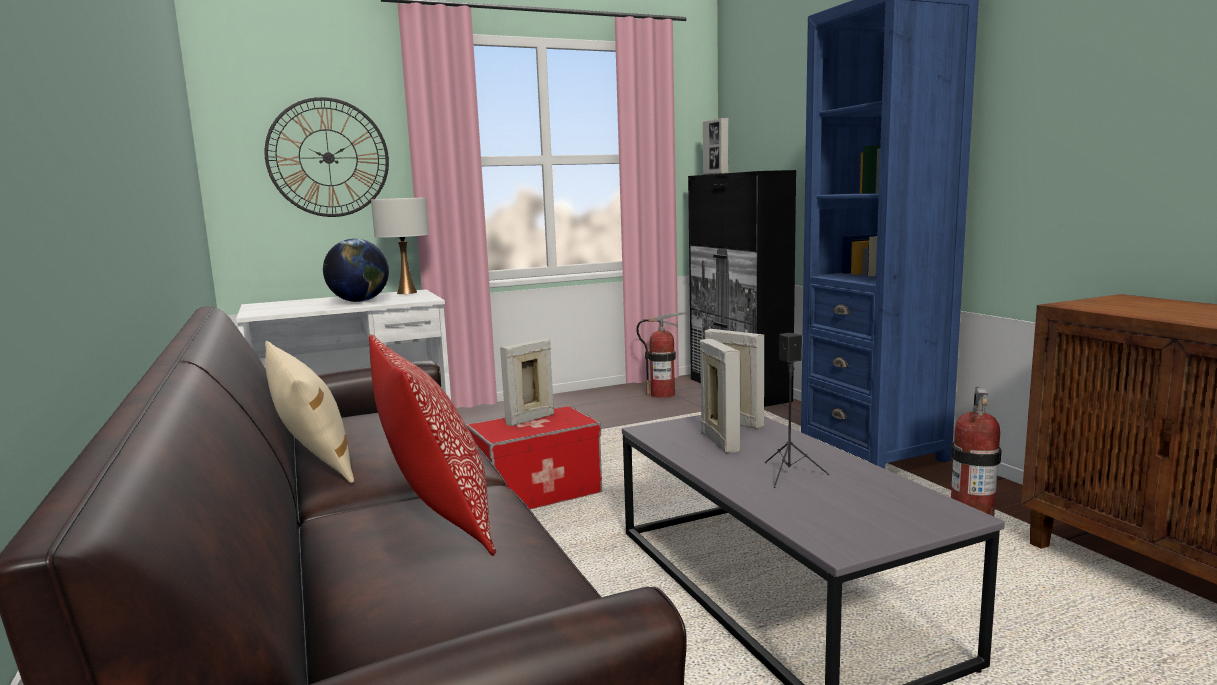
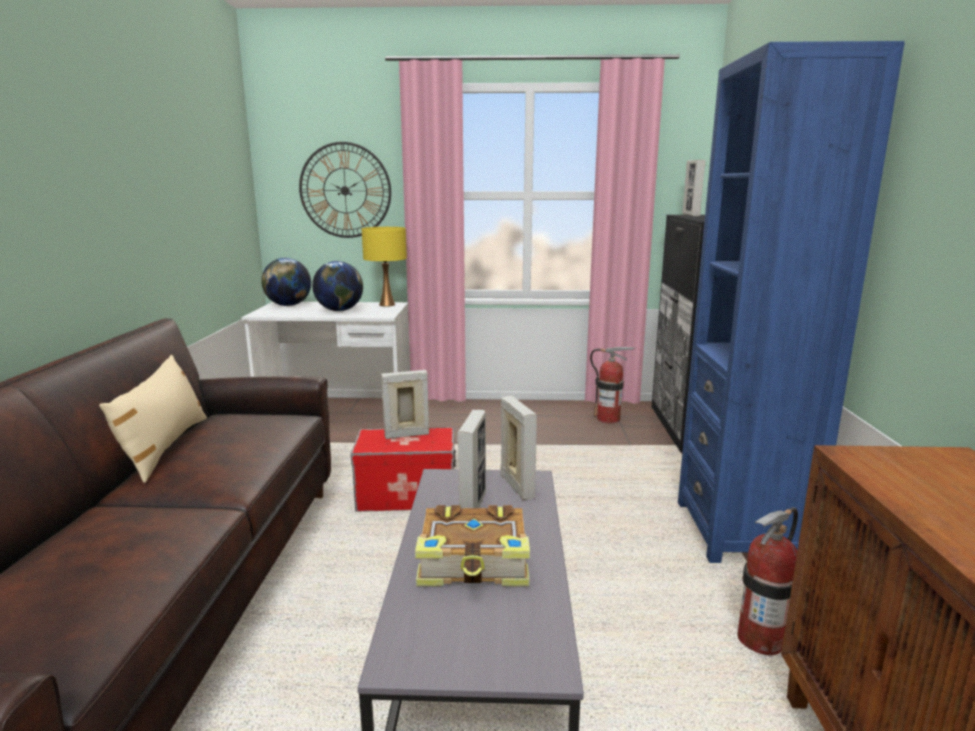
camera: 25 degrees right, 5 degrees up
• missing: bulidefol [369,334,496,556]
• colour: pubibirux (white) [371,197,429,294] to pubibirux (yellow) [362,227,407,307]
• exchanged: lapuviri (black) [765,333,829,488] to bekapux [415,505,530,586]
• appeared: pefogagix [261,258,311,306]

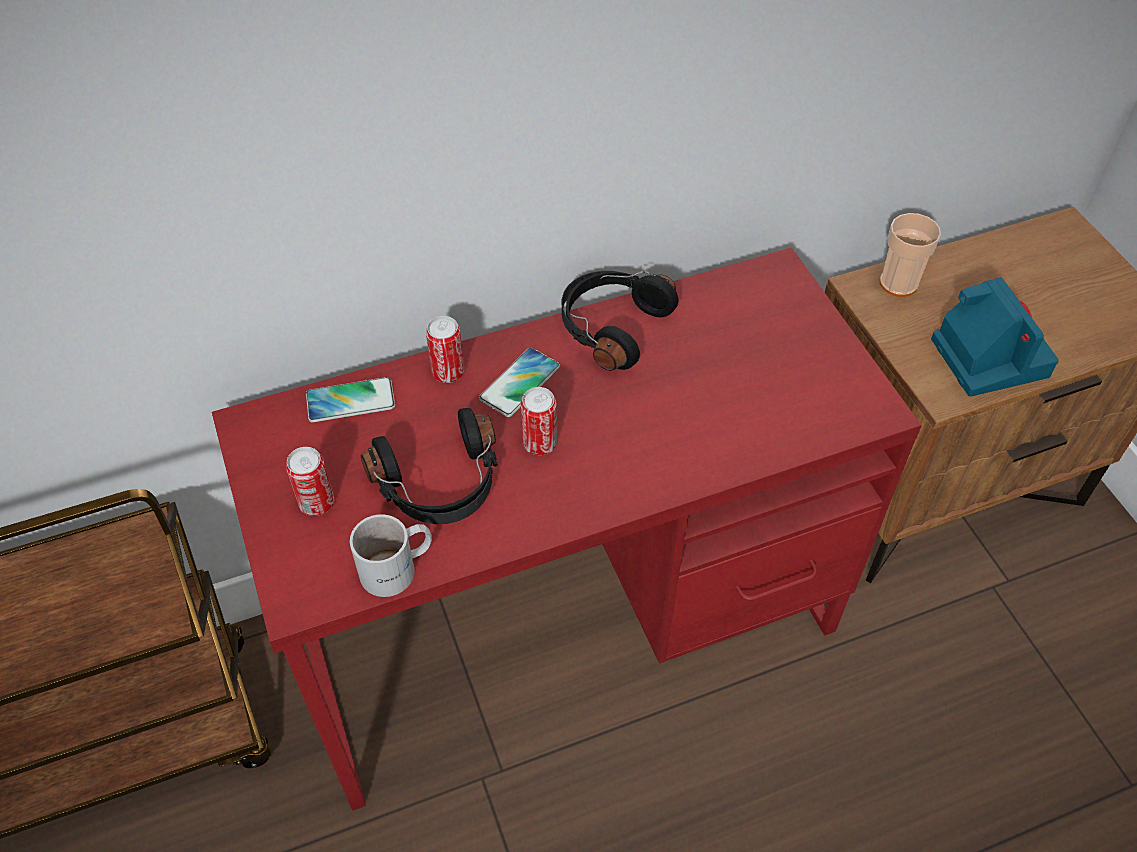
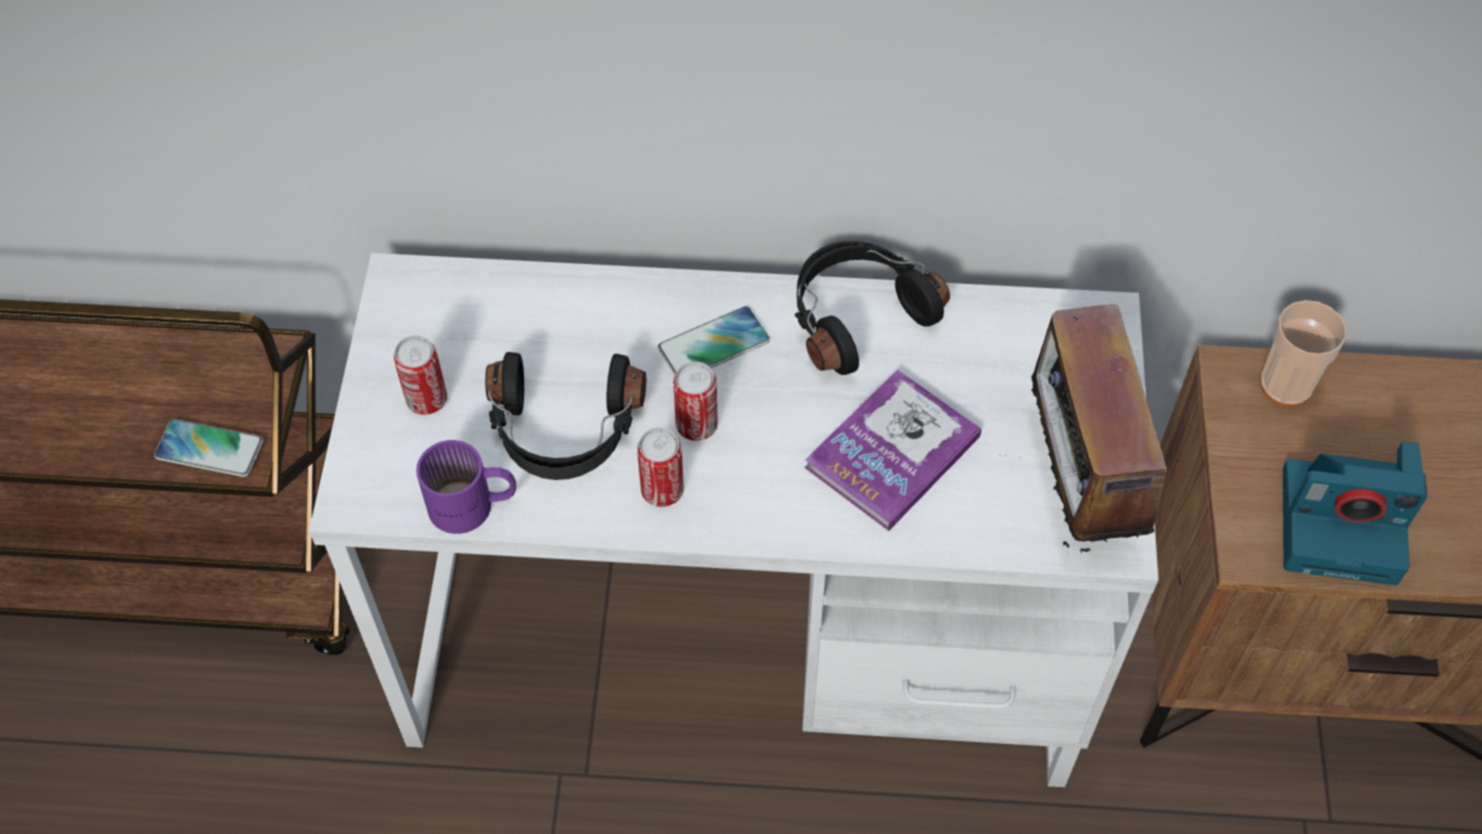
camera: 25 degrees right, 5 degrees up
• colour: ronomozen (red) [212,248,922,811] to ronomozen (white) [309,253,1159,787]
• relocated: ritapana [306,377,395,423] to [154,419,263,477]
• colour: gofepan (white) [350,514,432,597] to gofepan (purple) [416,440,516,534]
• relocated: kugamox [426,316,464,383] to [637,427,684,507]
• spun: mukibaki [931,278,1059,397] = [1283,441,1427,585] 90 degrees clockwise
• appeared: bekapux [805,369,982,531]
• appeared: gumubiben [1005,304,1179,553]

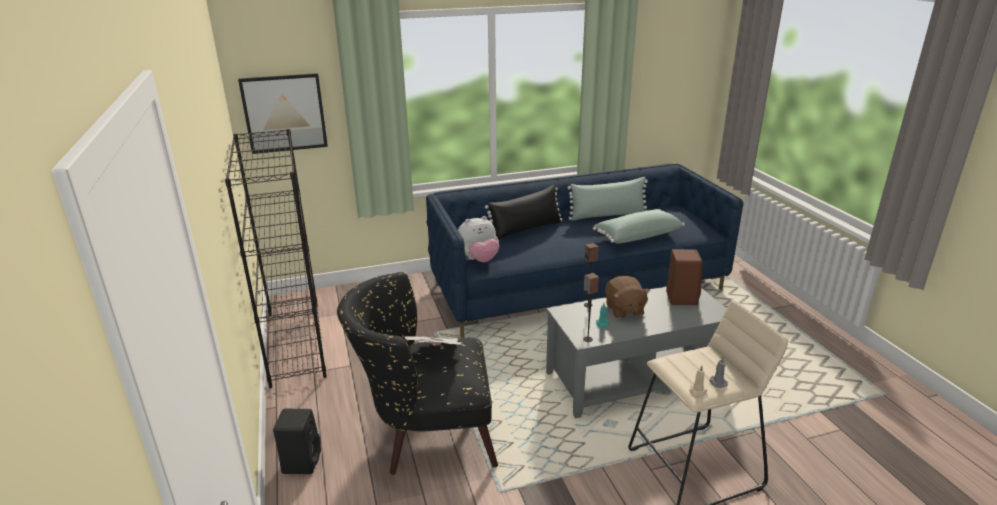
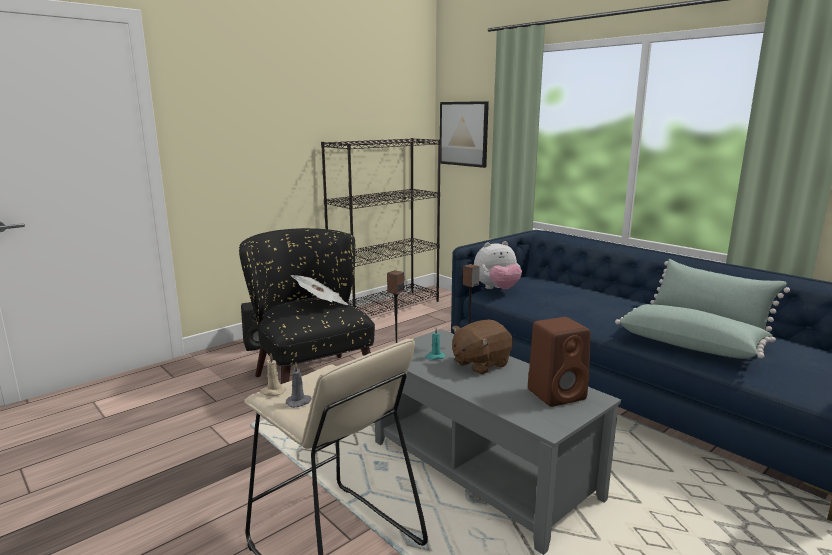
camera: 65 degrees right, 10 degrees down
• spun: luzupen [458,216,499,262] = [474,241,522,289] 60 degrees counterclockwise
• missing: bulidefol (black) [485,184,563,240]

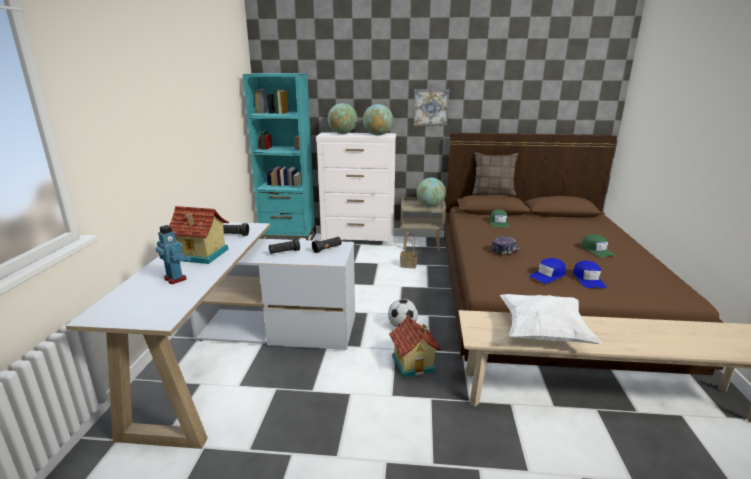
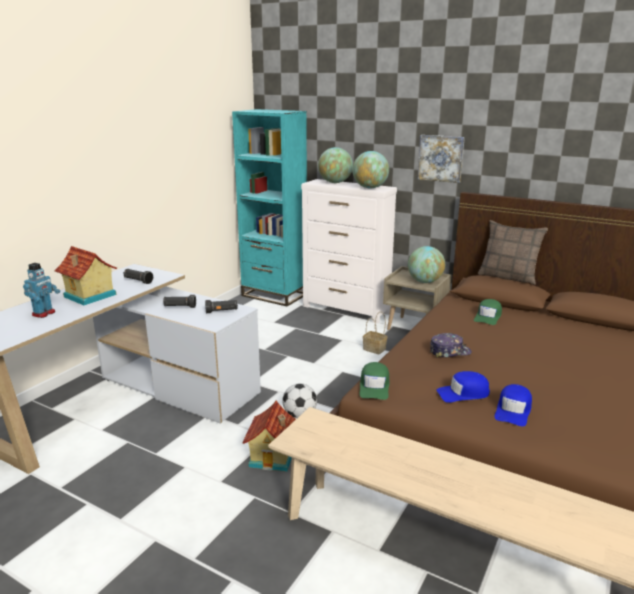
camera: 25 degrees right, 0 degrees up
• spun: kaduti [156,225,191,284] = [23,263,60,318] 45 degrees clockwise
• missing: bulidefol (white) [500,294,602,344]
• relocated: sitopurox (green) [581,235,616,258] to [359,362,390,400]

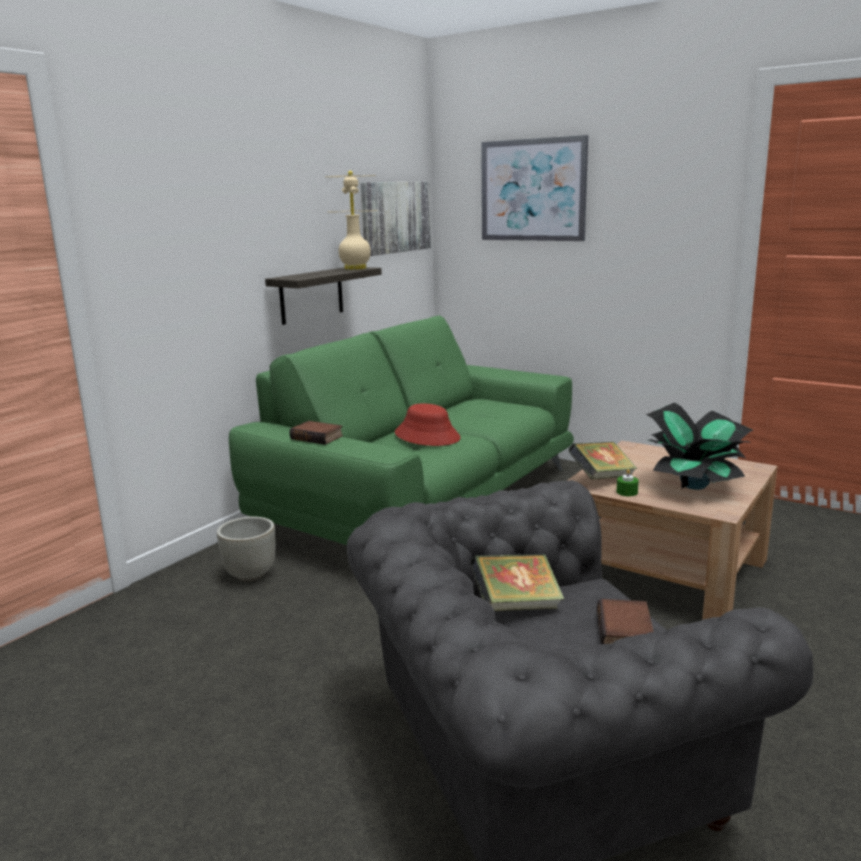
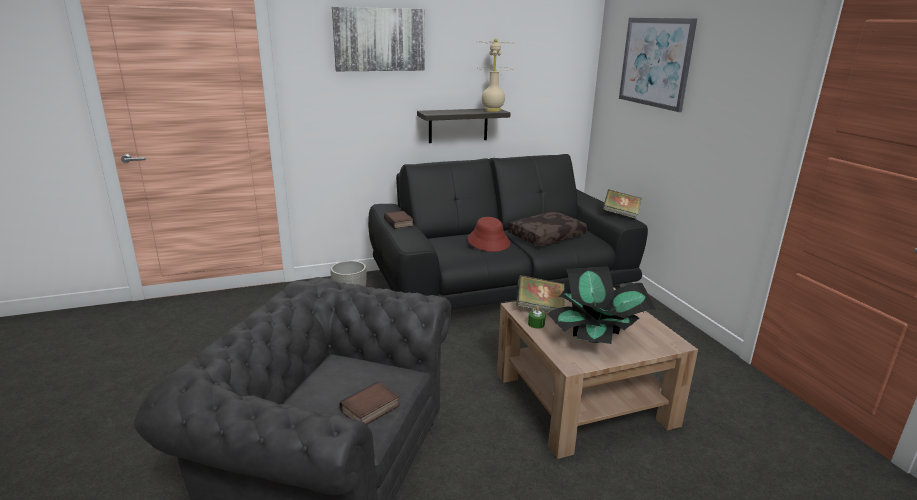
camera: 35 degrees right, 5 degrees up
• colour: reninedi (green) [229,315,574,545] to reninedi (black) [368,154,648,310]
• relocated: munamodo [361,181,431,256] to [332,7,425,71]
• relocated: bekapux [470,554,564,611] to [603,189,642,219]
• appeared: bulidefol (brown) [508,212,587,246]

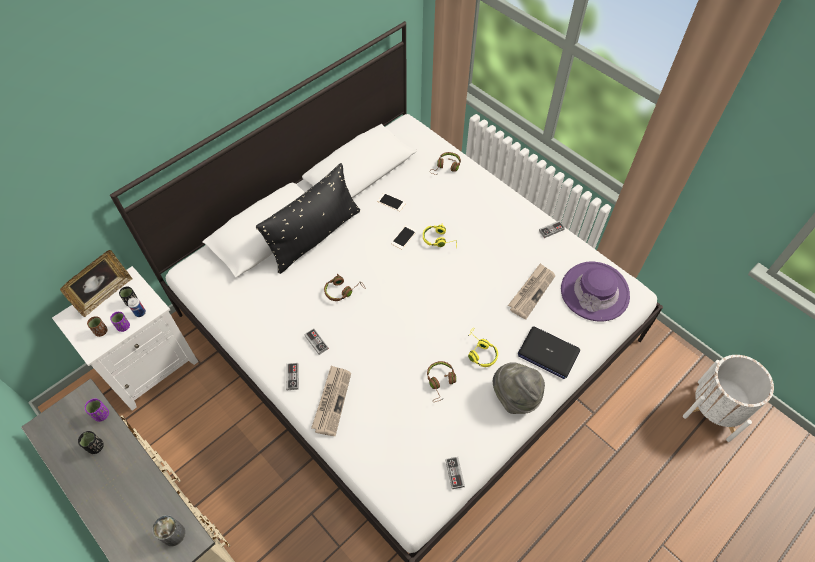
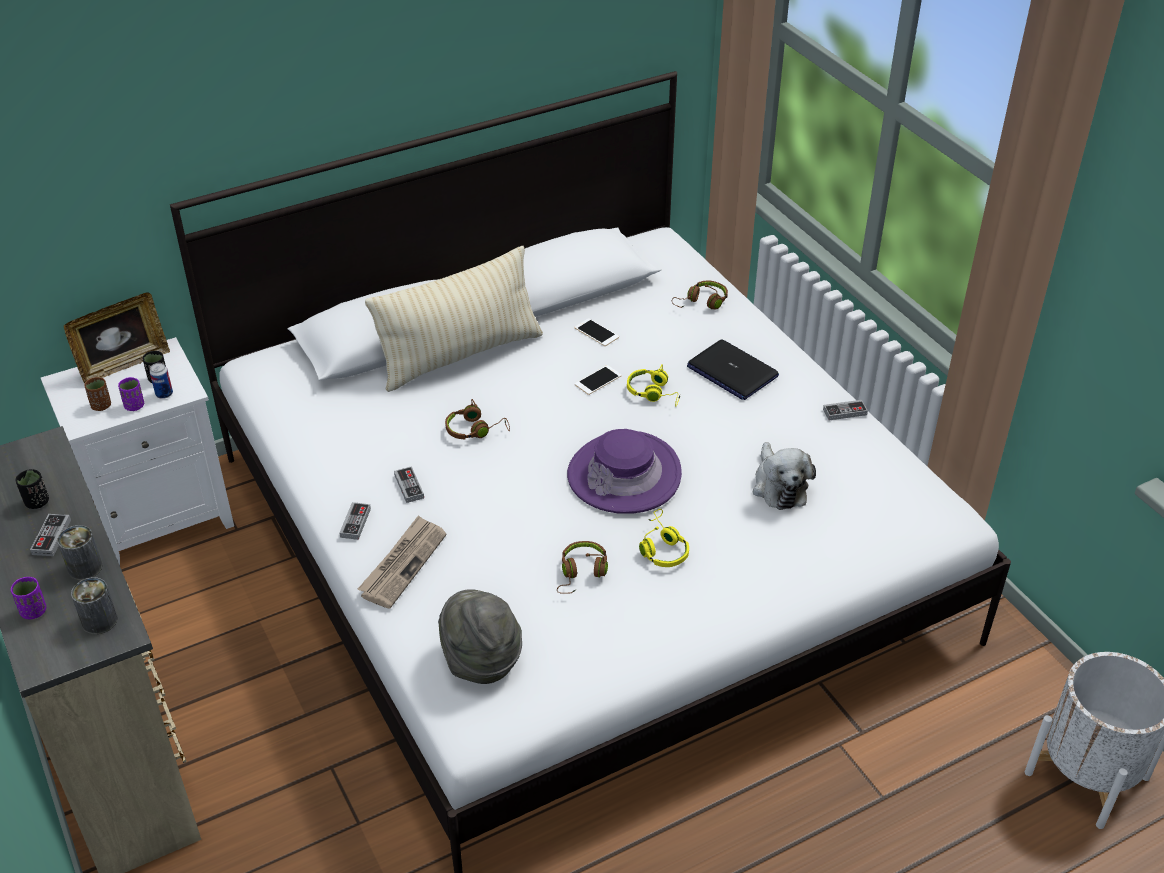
camera: 15 degrees right, 15 degrees down
• relocated: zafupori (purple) [85,398,109,422] to [11,577,46,619]
• colour: bulidefol (black) [256,163,360,274] to bulidefol (beige) [365,246,543,392]
• relocated: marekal [446,457,465,489] to [30,514,71,556]
• relocated: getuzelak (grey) [493,362,545,414] to [438,589,522,684]
• exchanged: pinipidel [508,263,555,319] to luzupen [753,442,816,510]
• relocated: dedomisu [518,326,580,379] to [687,339,779,400]
• relocated: getuzelak (purple) [561,262,630,322] to [567,429,682,514]
• appeared: kugamox [57,525,102,580]

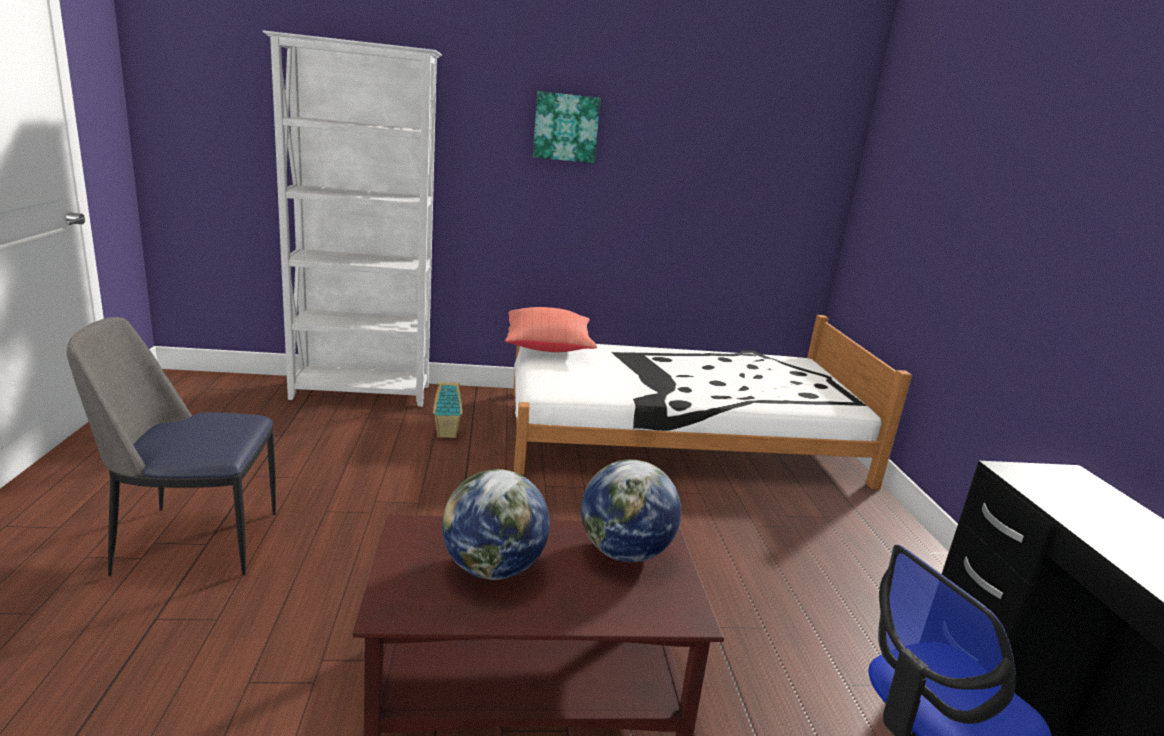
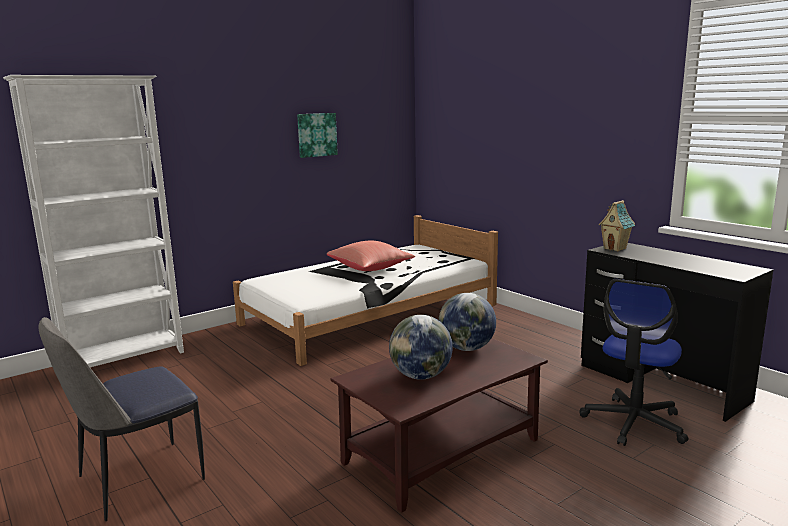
camera: 30 degrees left, 5 degrees down
• relocated: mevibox [433,382,463,438] to [599,200,635,252]
• relocated: bulidefol (red) [505,307,597,352] to [327,241,415,271]
• relocated: munamodo [533,91,601,163] to [297,113,338,158]

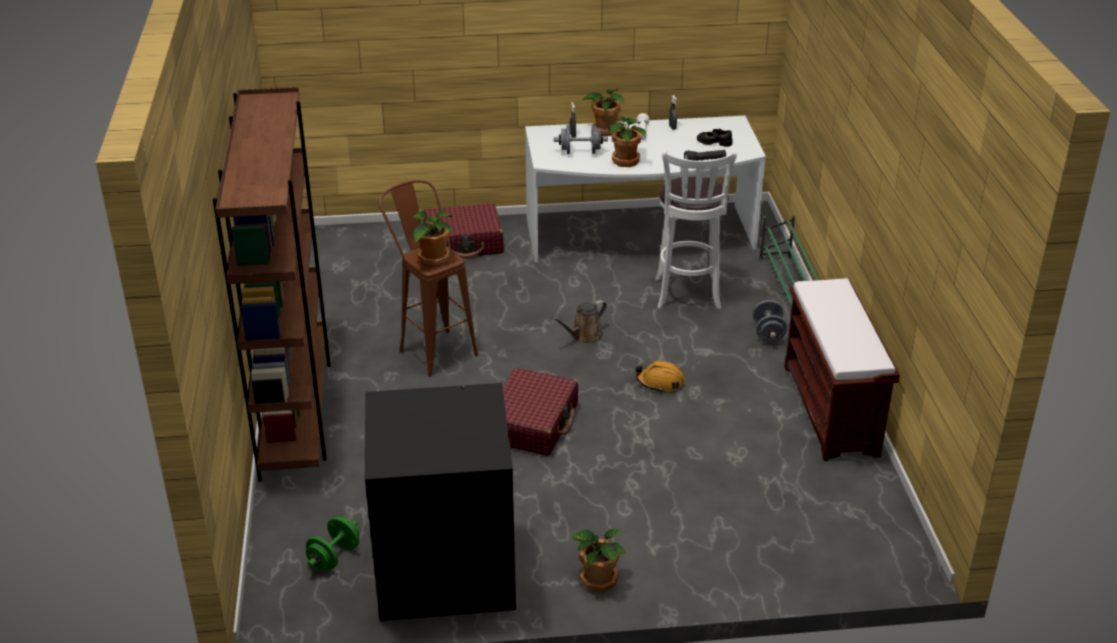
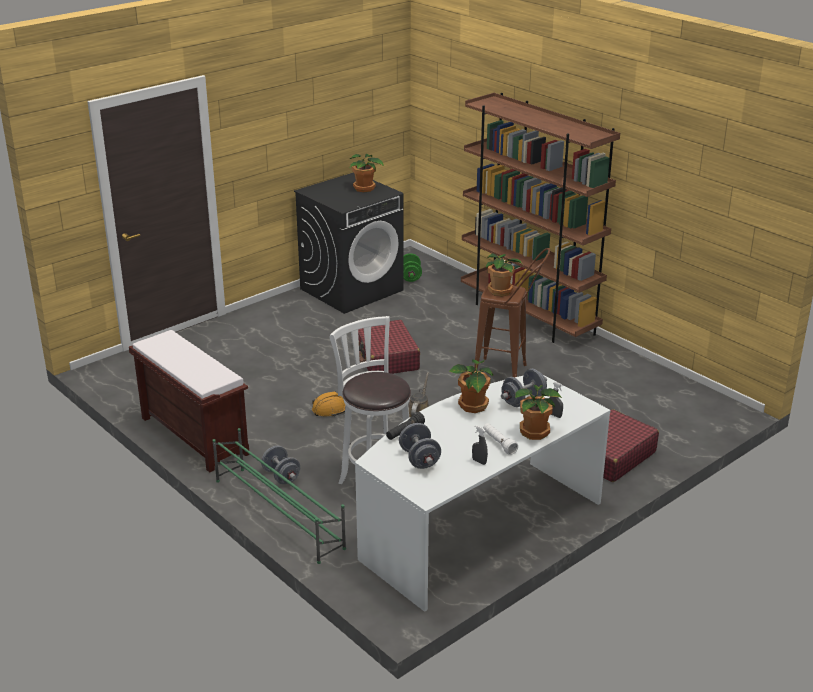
camera: 145 degrees right, 5 degrees down
• relocated: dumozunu [572,529,626,593] to [350,154,384,192]
• exchanged: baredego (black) [697,129,732,147] to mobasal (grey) [399,423,441,469]

